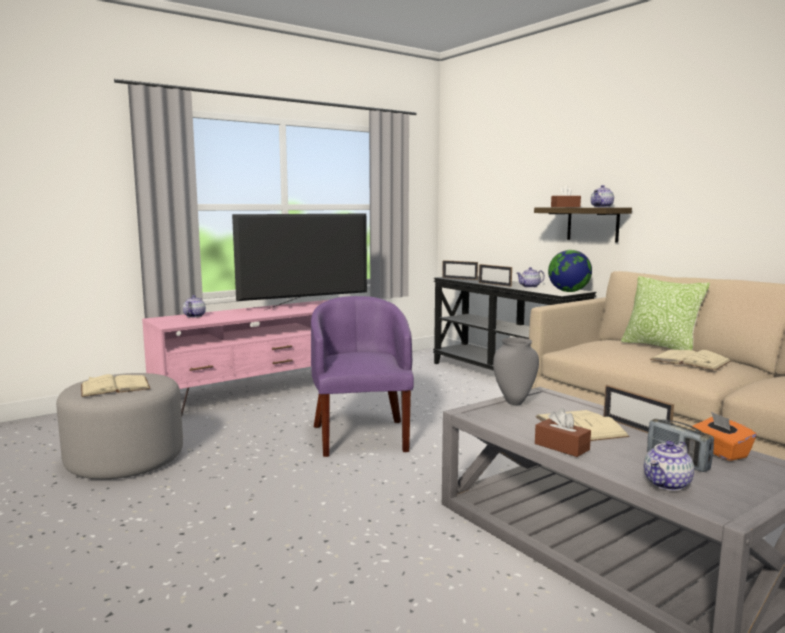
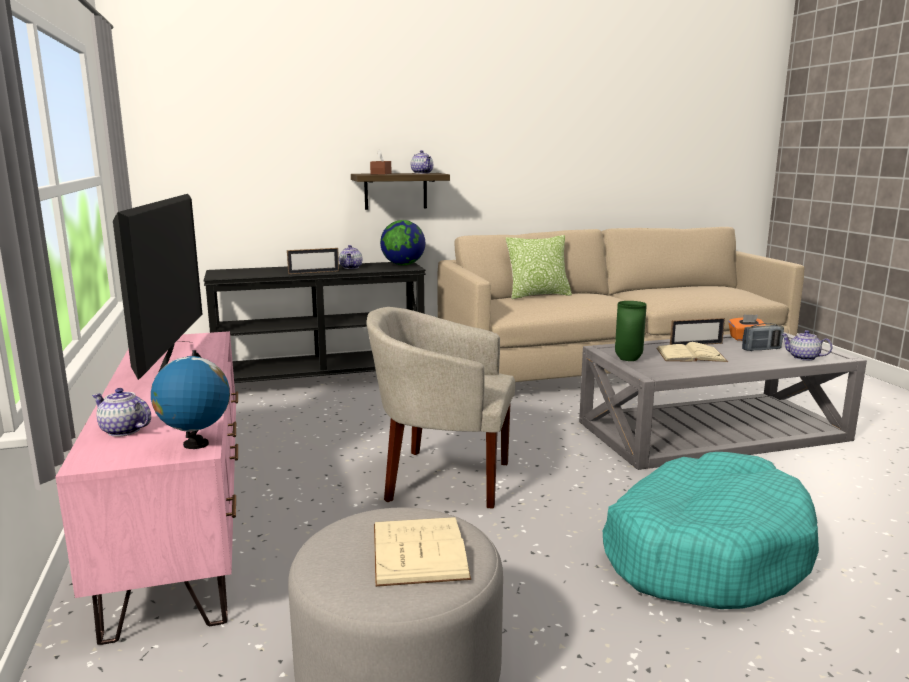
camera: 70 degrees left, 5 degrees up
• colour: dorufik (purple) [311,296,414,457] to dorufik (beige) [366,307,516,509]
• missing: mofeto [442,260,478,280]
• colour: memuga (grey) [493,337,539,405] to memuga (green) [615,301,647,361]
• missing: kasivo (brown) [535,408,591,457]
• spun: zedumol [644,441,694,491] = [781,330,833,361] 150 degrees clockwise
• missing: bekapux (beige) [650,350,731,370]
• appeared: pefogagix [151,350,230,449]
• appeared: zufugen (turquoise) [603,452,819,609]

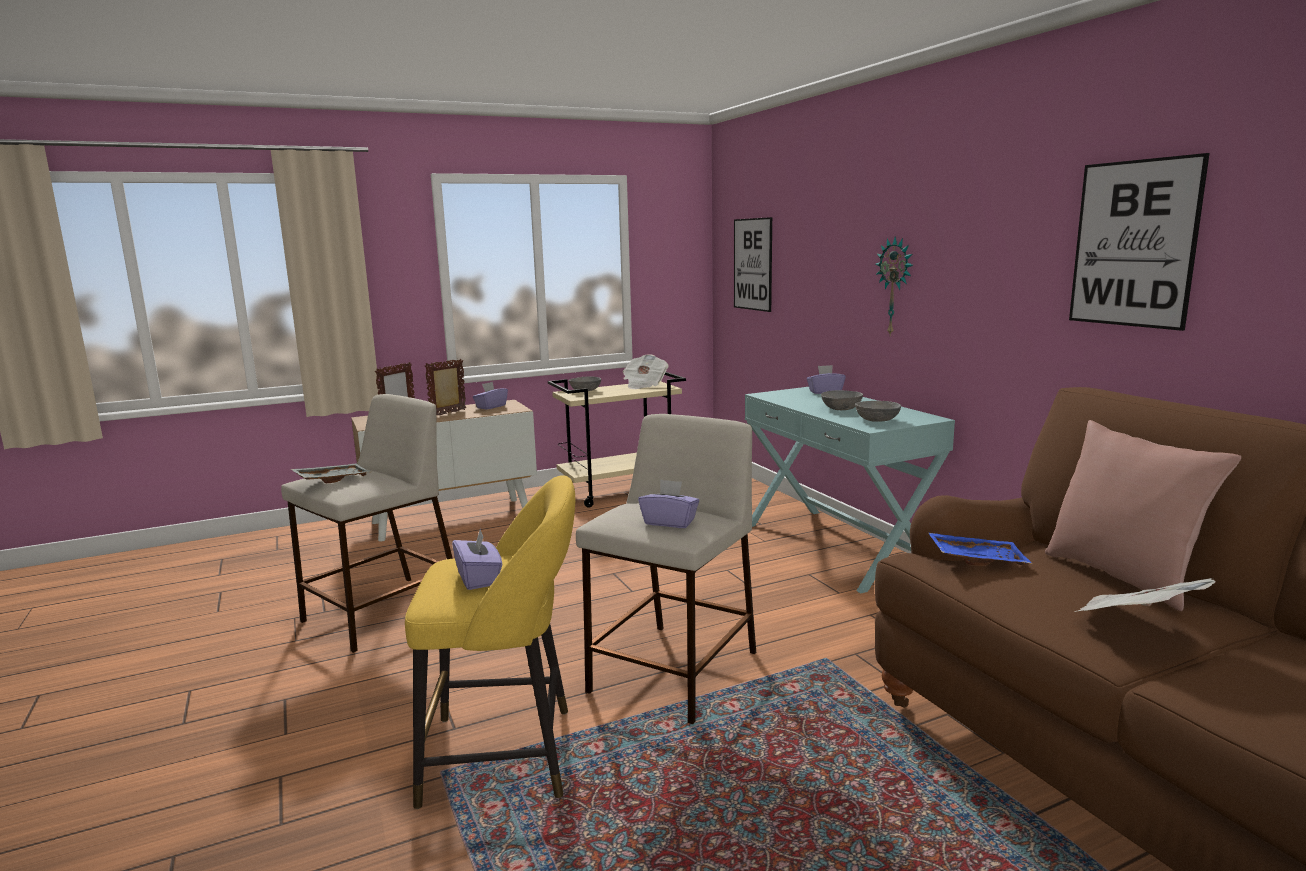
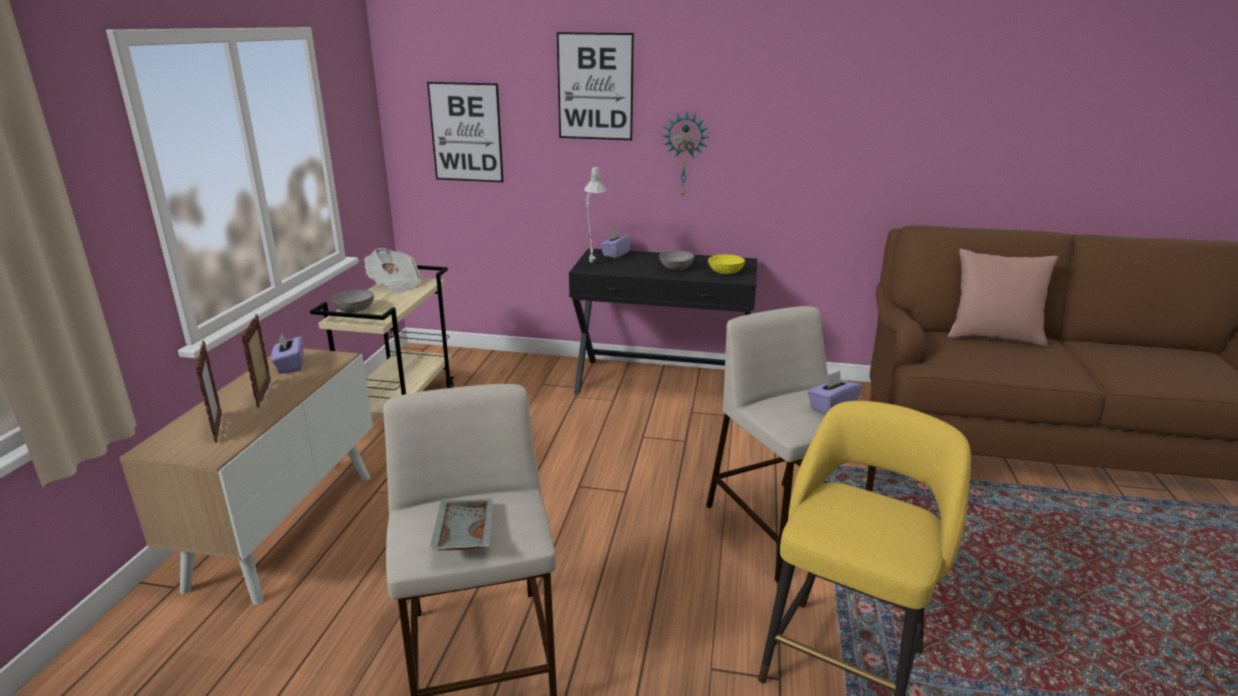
camera: 55 degrees left, 10 degrees up
• missing: kasivo (purple) [452,530,503,590]
• colour: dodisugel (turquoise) [745,387,955,593] to dodisugel (black) [569,248,757,395]
• colour: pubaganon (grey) [855,401,901,422] to pubaganon (yellow) [708,254,745,274]
• missing: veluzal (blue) [928,532,1032,566]
• relocated: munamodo [1069,153,1210,331] to [557,32,634,140]
• missing: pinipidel [1074,578,1215,612]
• appeared: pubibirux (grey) [584,166,606,262]

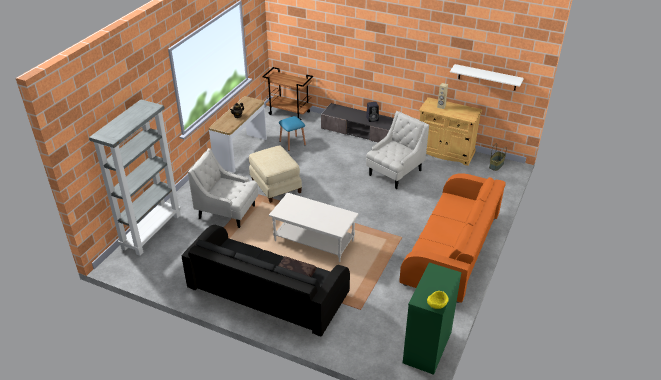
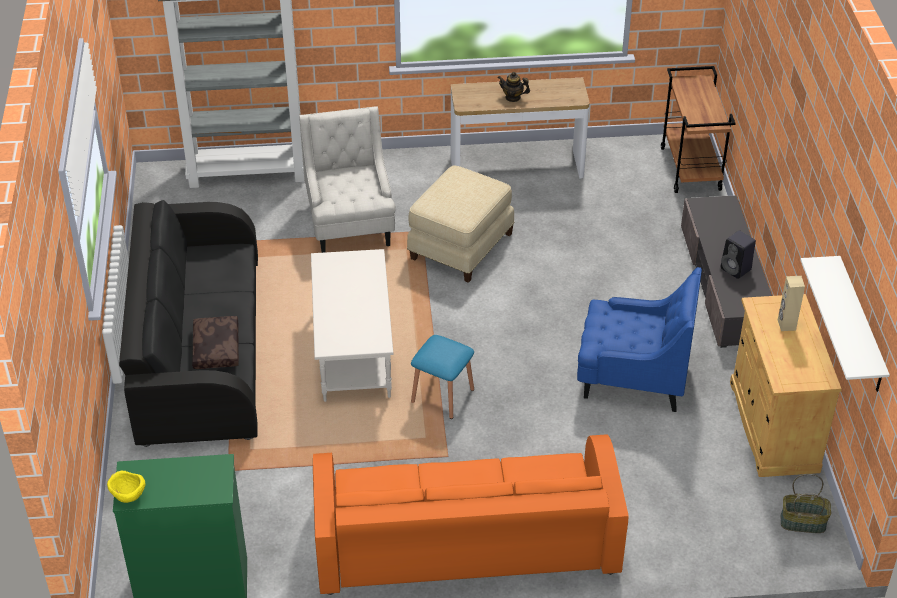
camera: 60 degrees right, 5 degrees up
• relocated: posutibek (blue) [279,116,306,151] to [411,335,474,419]
• colour: dorufik (white) [366,111,429,189] to dorufik (blue) [577,267,702,412]

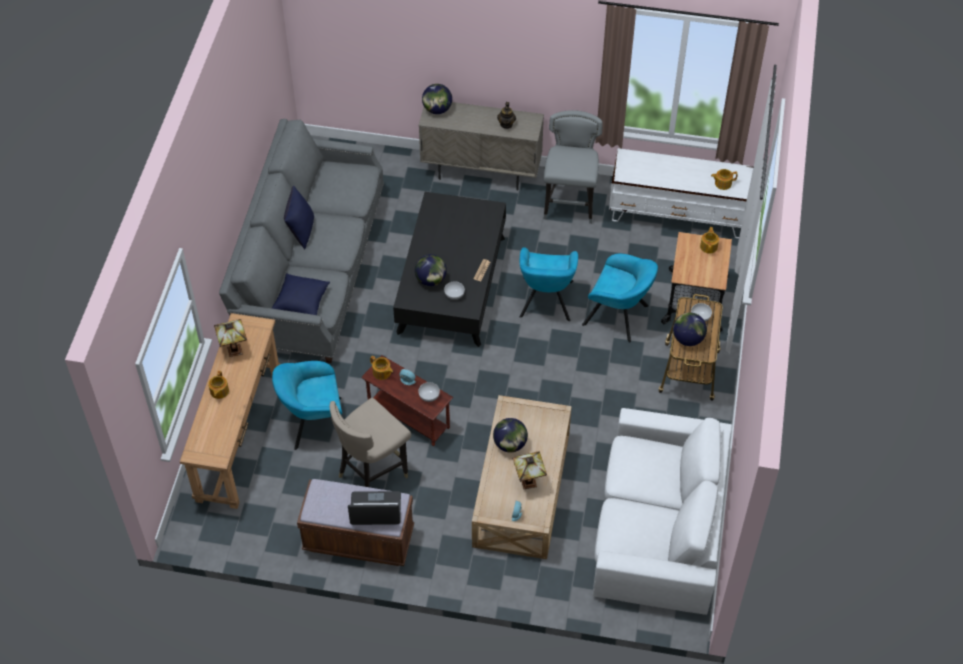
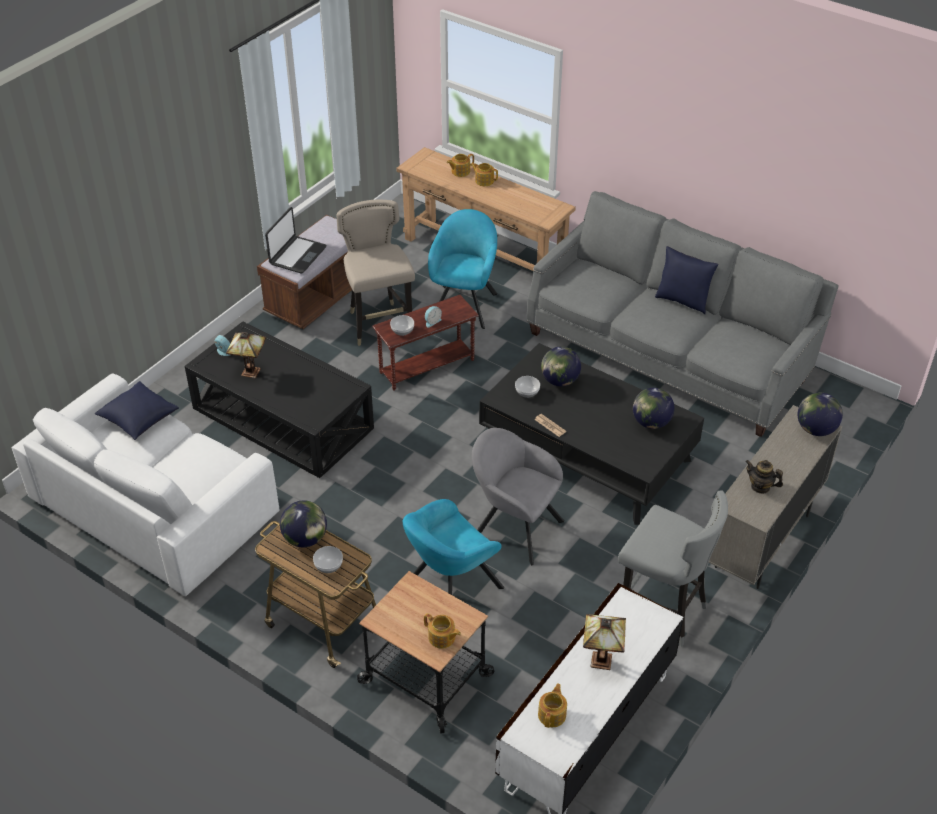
camera: 115 degrees right, 10 degrees down
• relocated: pubibirux [214,319,247,357] to [583,614,626,670]
• relocated: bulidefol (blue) [272,273,330,315] to [95,381,179,440]
• relocated: zedumol [370,356,393,380] to [447,154,474,177]
• colour: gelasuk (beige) [472,395,572,559] to gelasuk (black) [185,321,374,478]
• relocated: pefogagix [493,418,528,453] to [633,388,675,429]
• colour: dorufik (turquoise) [519,247,578,321] to dorufik (grey) [472,428,564,565]

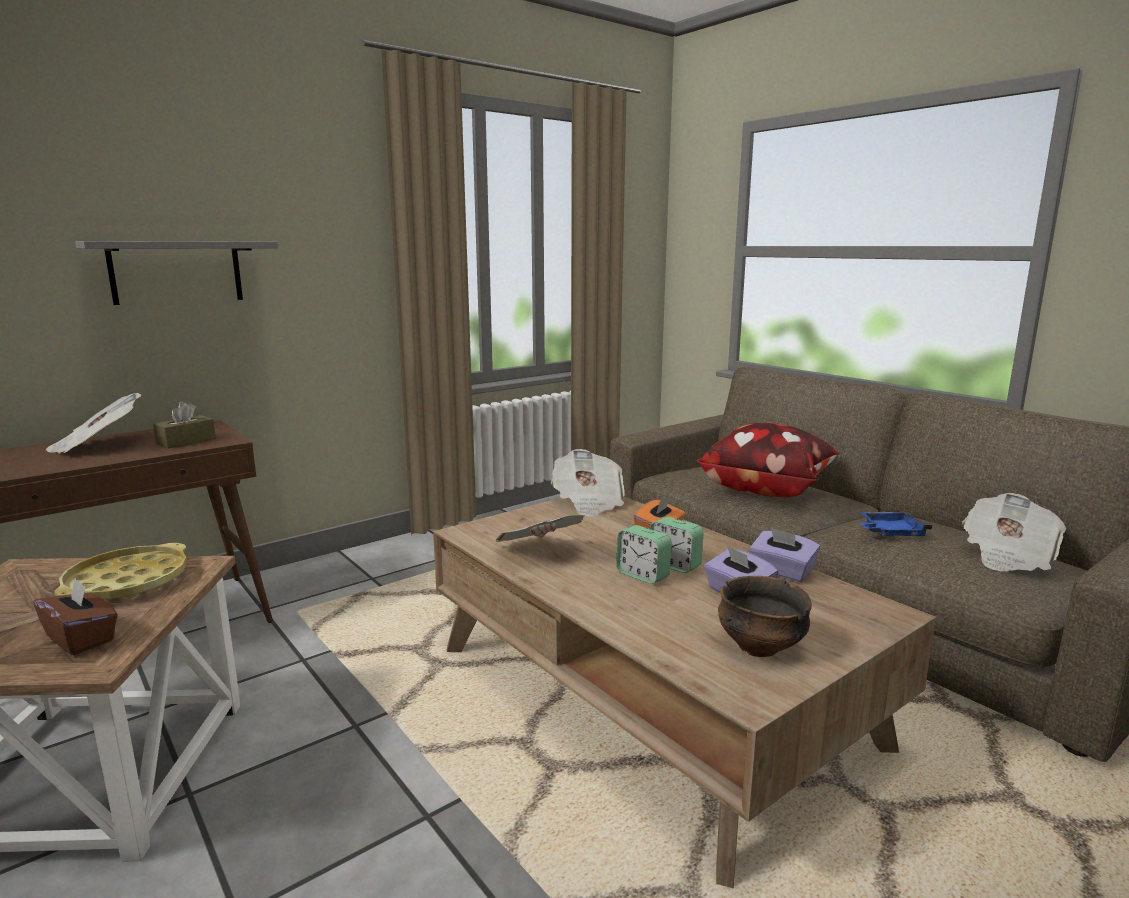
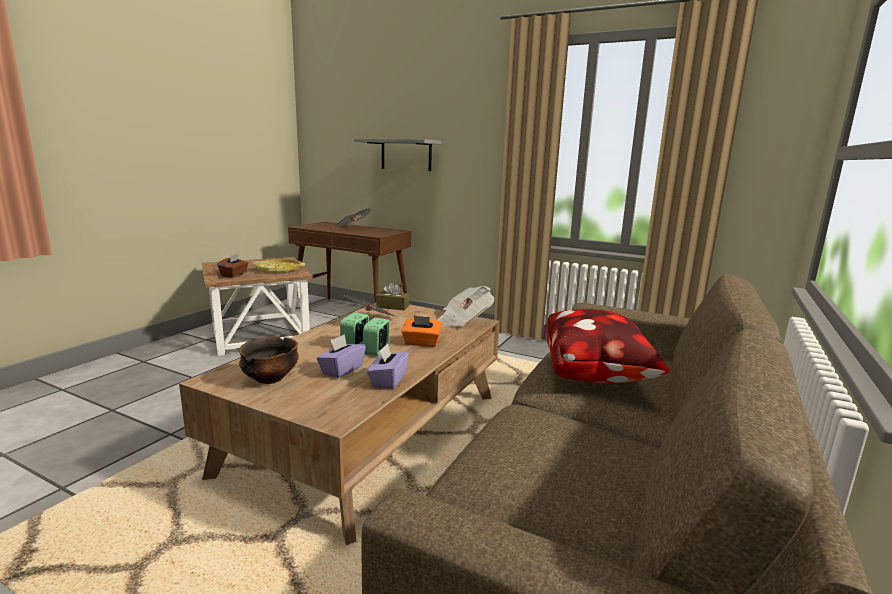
camera: 65 degrees right, 0 degrees up
• relocated: kasivo (brown) [153,401,216,448] to [376,282,409,310]
• missing: veluzal (blue) [860,512,932,536]
• missing: pinipidel [962,493,1066,571]

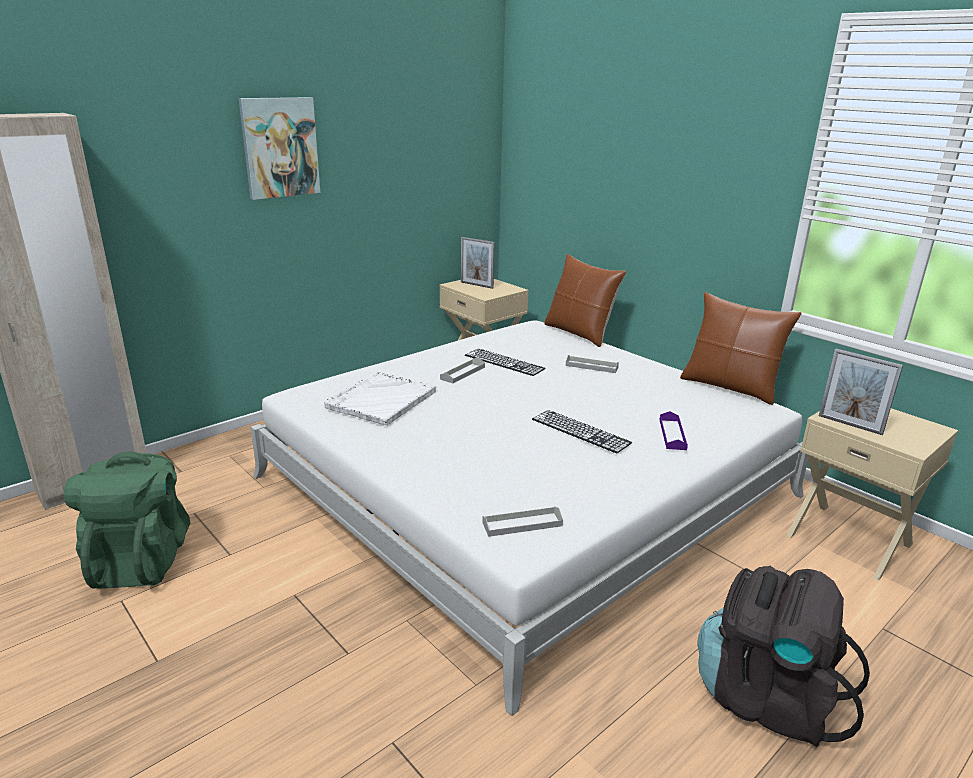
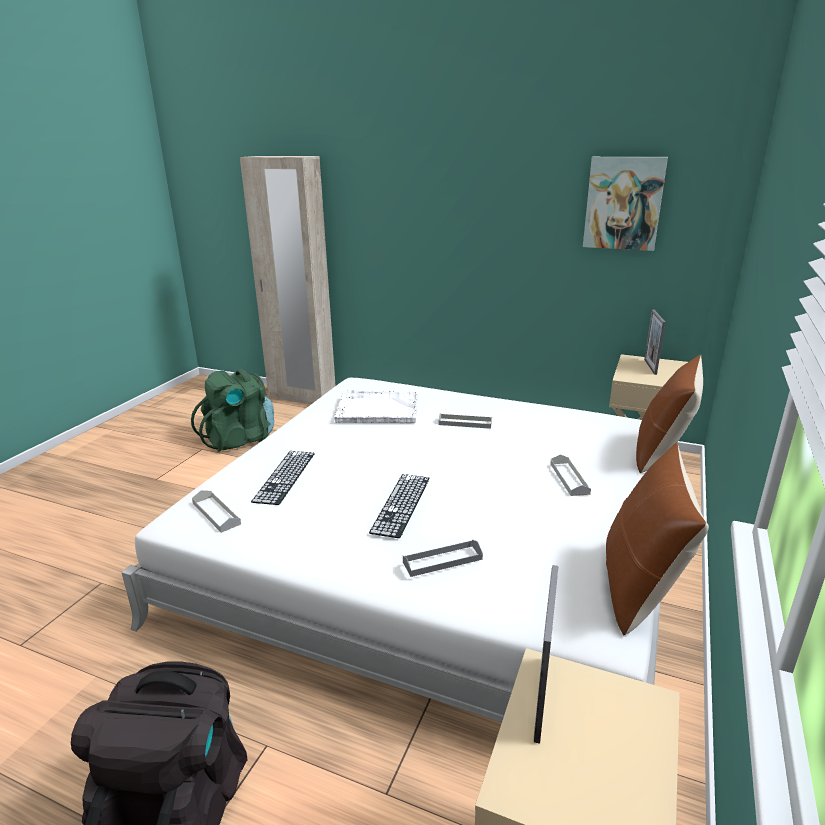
camera: 65 degrees right, 0 degrees up
• relocated: munamodo [239,97,320,200] to [583,157,668,251]
• relocated: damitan [465,348,546,376] to [251,451,315,505]
• colour: veluzal (purple) [660,411,688,450] to veluzal (grey) [403,540,483,577]

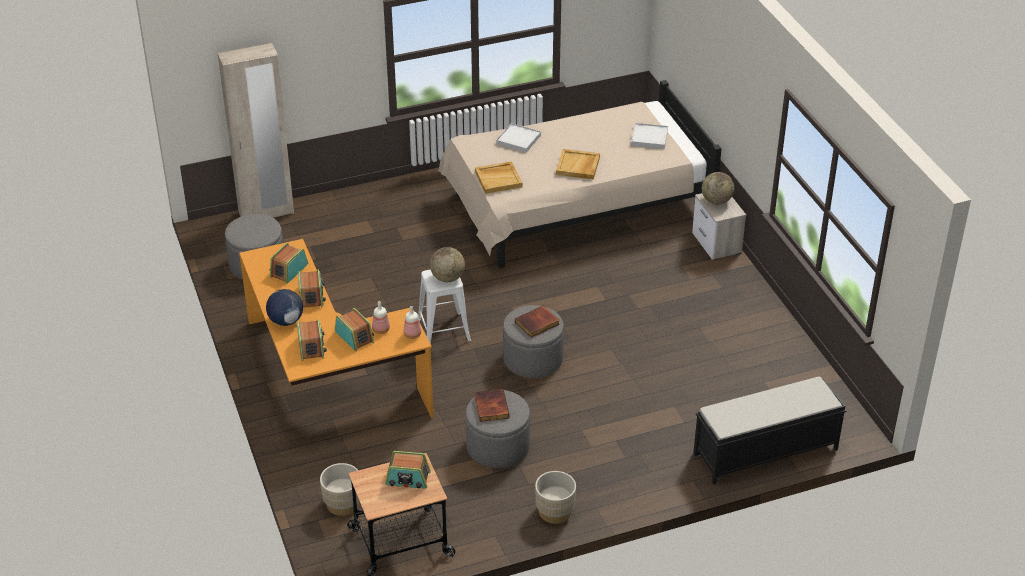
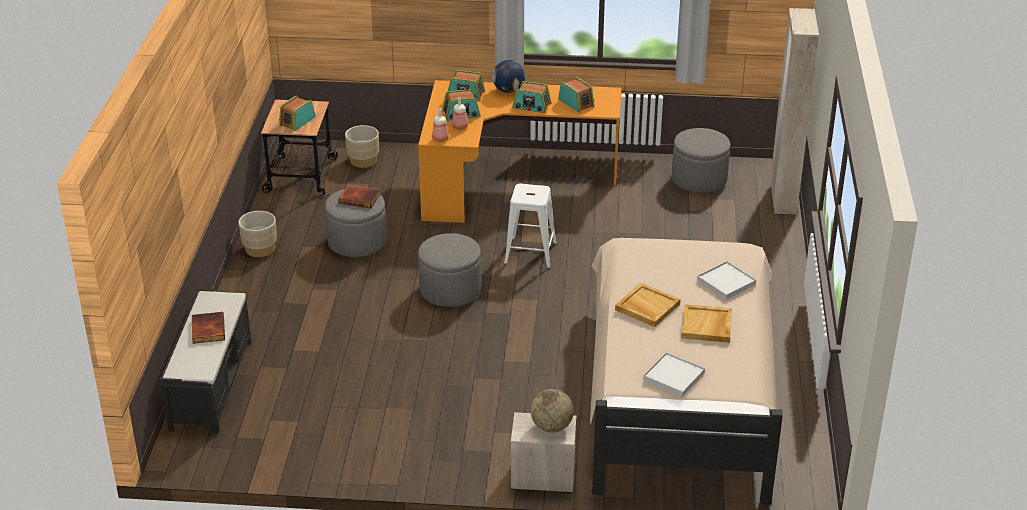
camera: 115 degrees right, 5 degrees down
• missing: pefogagix [430,247,465,282]
• relocated: veluzal (beige) [475,161,522,194] to [681,304,732,343]
• relocated: bekapux [515,305,560,338] to [192,312,225,344]

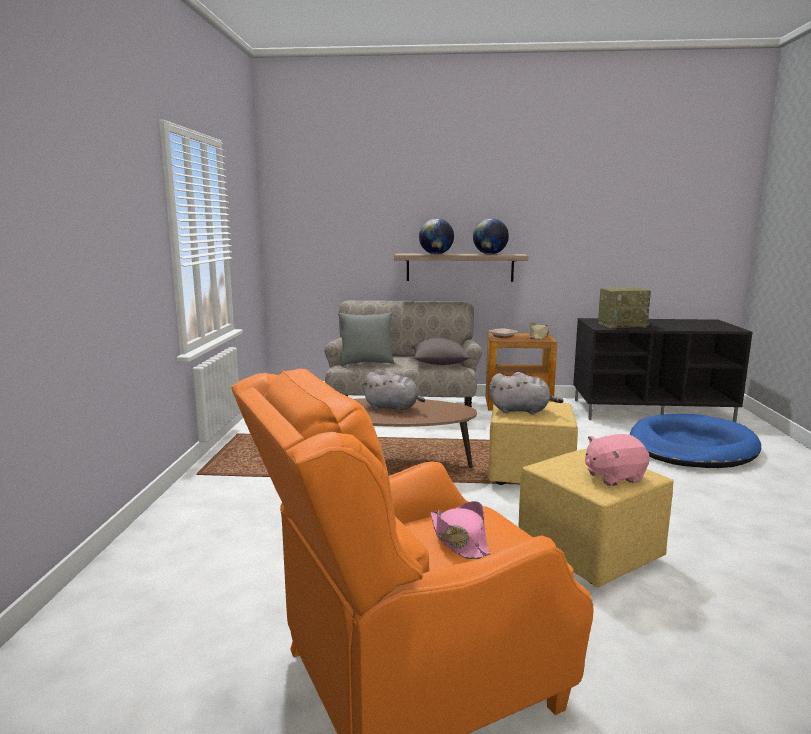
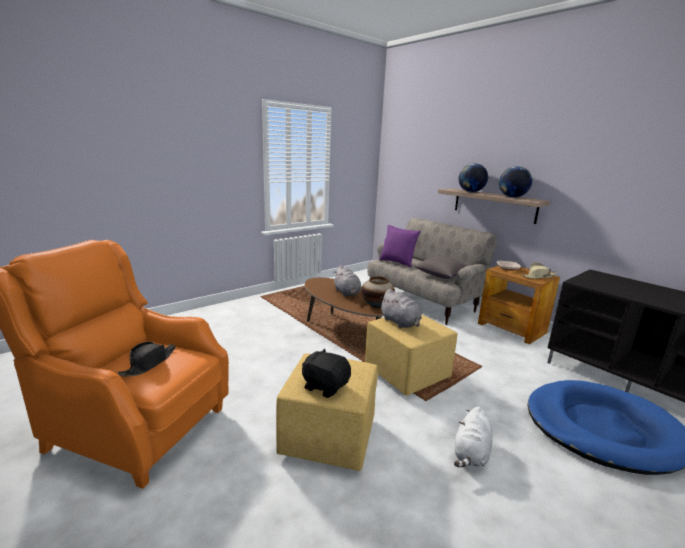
camera: 45 degrees right, 5 degrees up
• colour: bulidefol (grey) [338,313,395,366] to bulidefol (purple) [379,225,421,268]
• colour: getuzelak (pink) [430,501,491,559] to getuzelak (black) [117,341,176,377]
• colour: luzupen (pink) [585,434,650,486] to luzupen (black) [302,348,351,398]
• missing: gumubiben [598,287,651,328]
• appeared: memuga [361,276,395,308]
• appeared: luzupen (white) [454,407,493,467]

